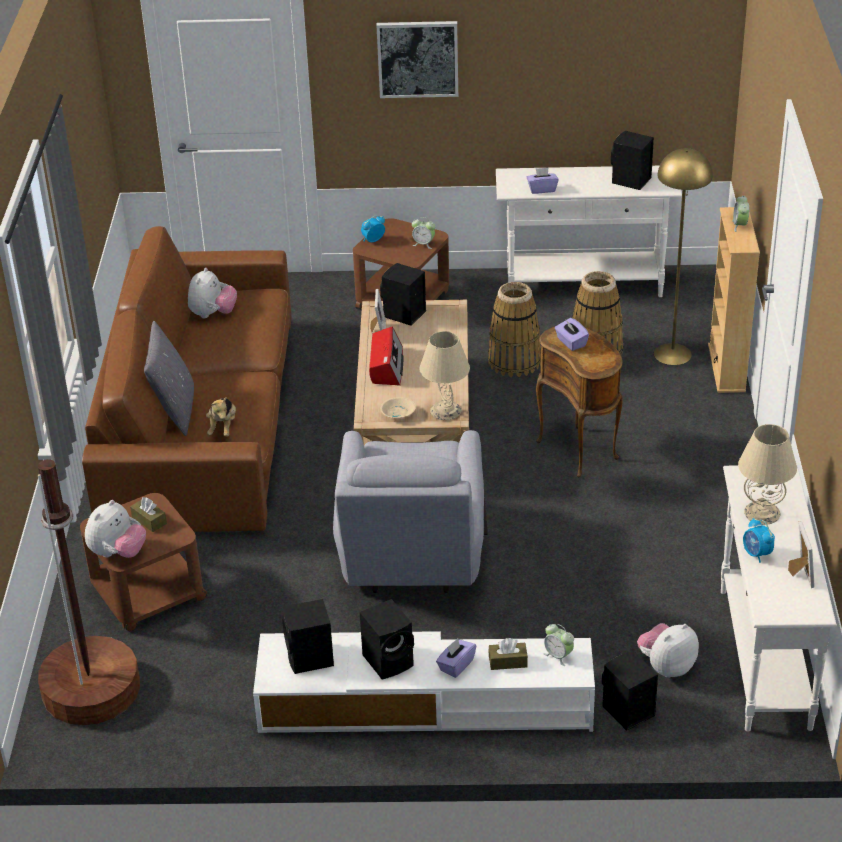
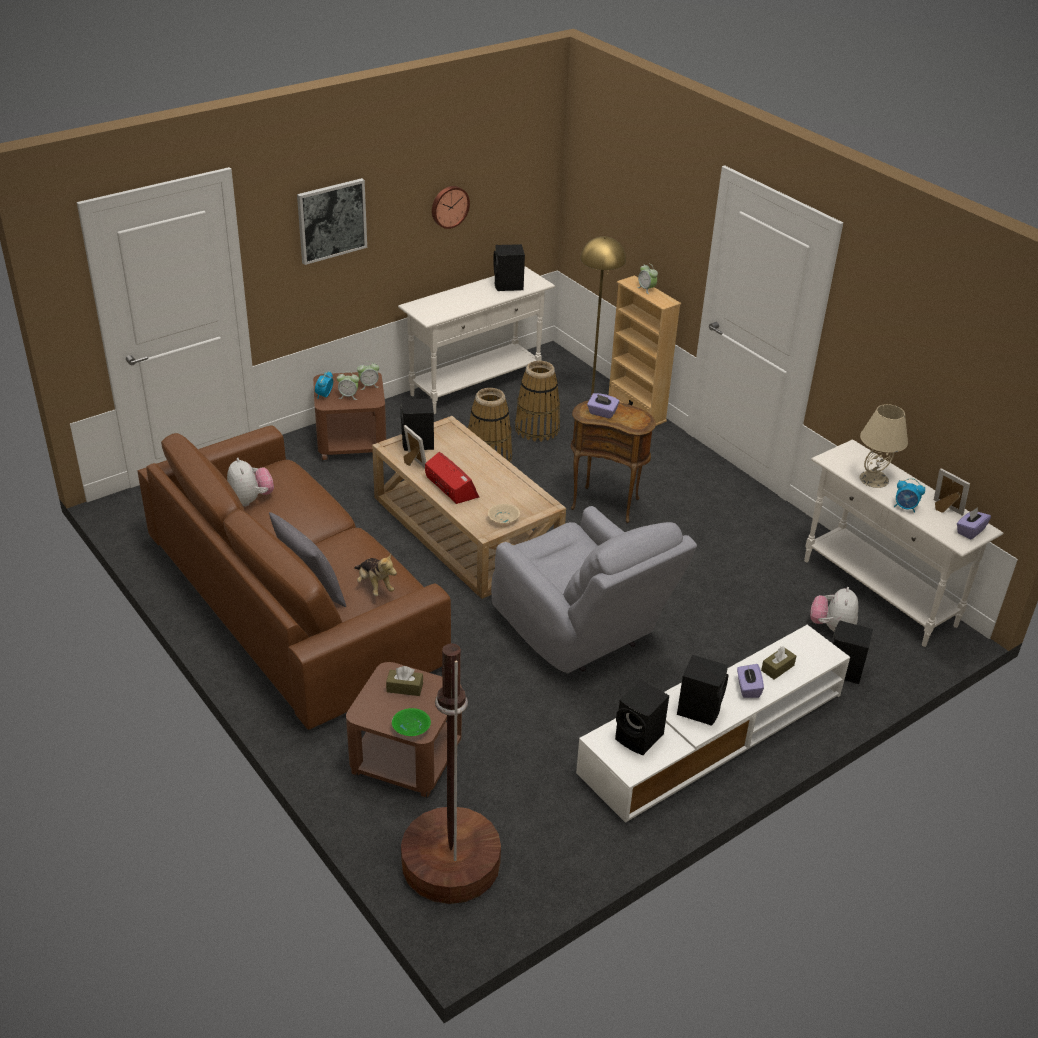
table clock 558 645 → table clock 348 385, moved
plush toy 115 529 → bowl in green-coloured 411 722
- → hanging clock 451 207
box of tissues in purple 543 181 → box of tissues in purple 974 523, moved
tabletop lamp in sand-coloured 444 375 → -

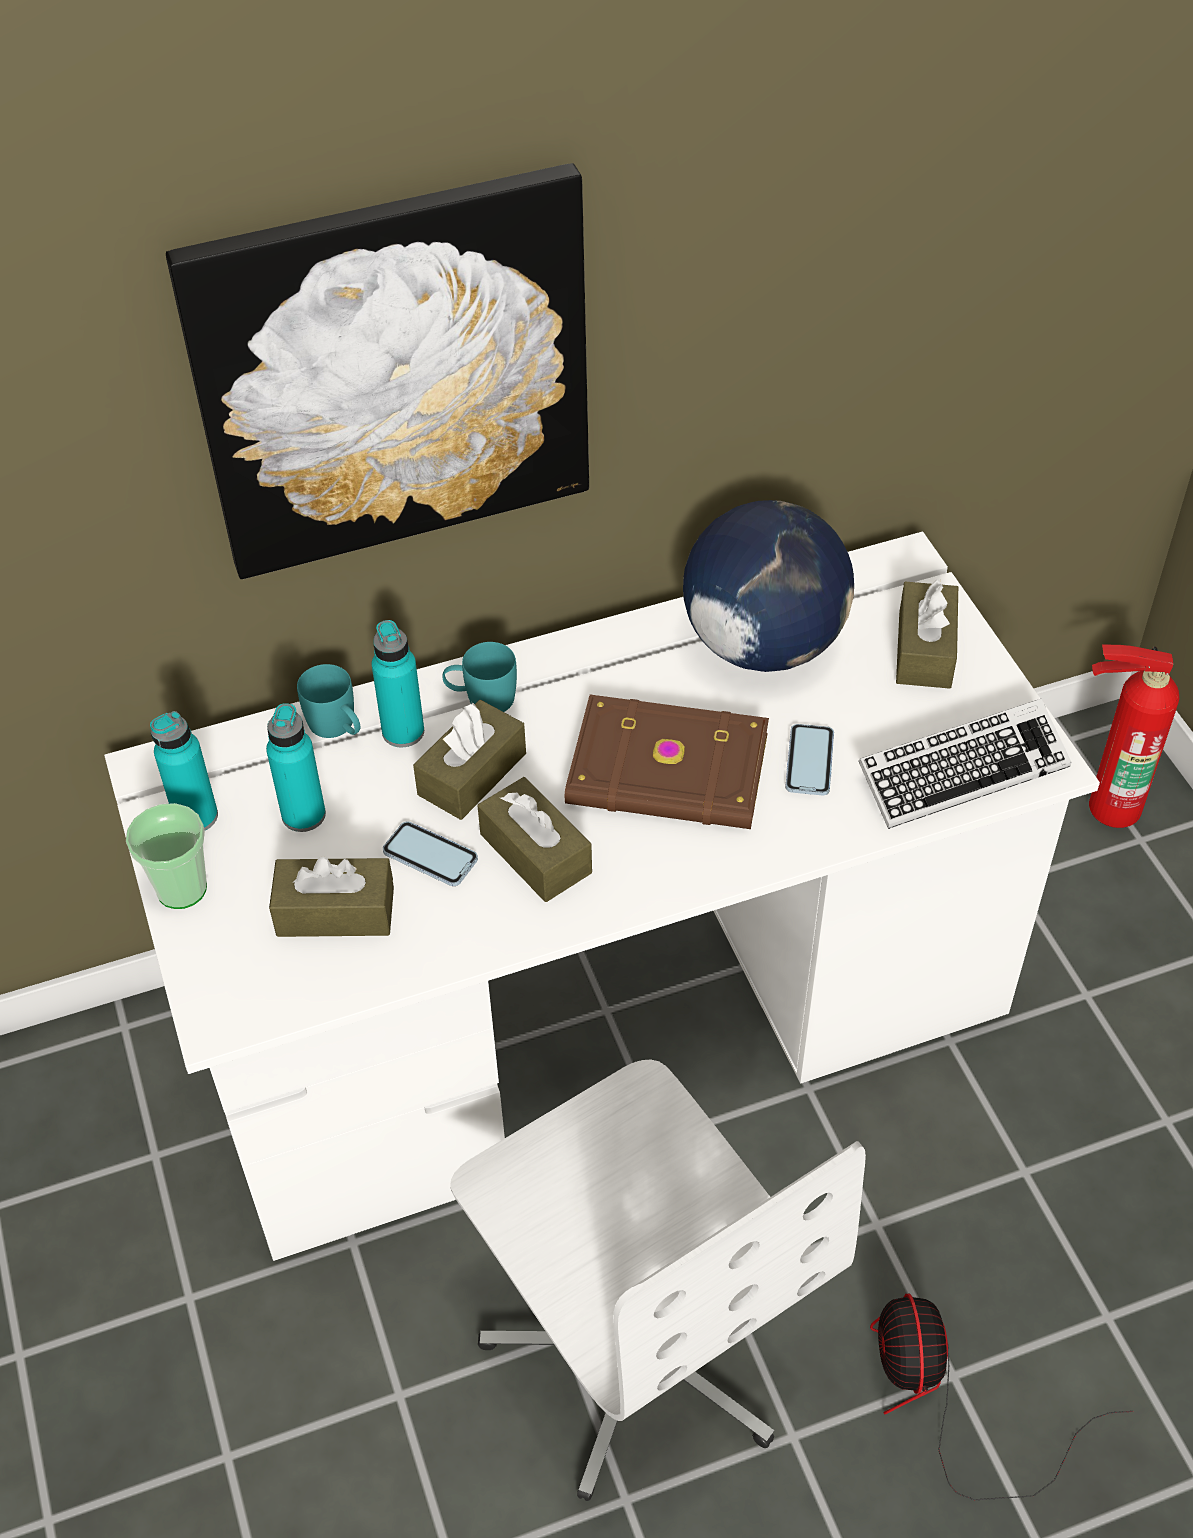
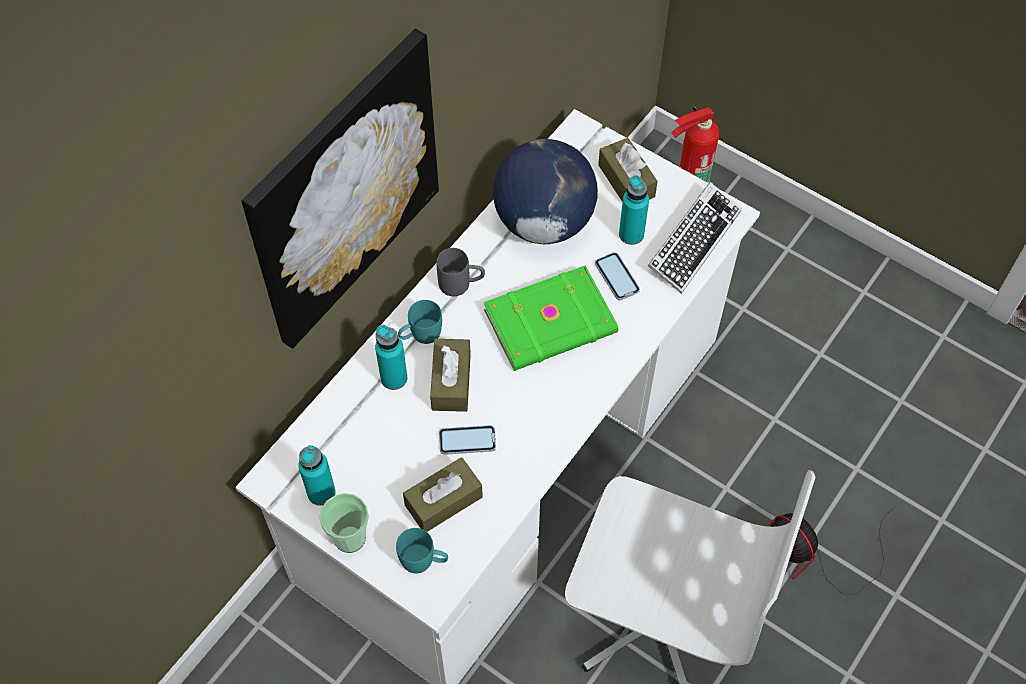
mug in blue-green 328 701 → mug in blue-green 422 550, moved
- → mug in greyish 461 272
volume in brownish 667 762 → volume in green-coloured 551 318
drink bottle in blue-green 296 767 → drink bottle in blue-green 634 210, moved
box of tissues in brownish 535 839 → -

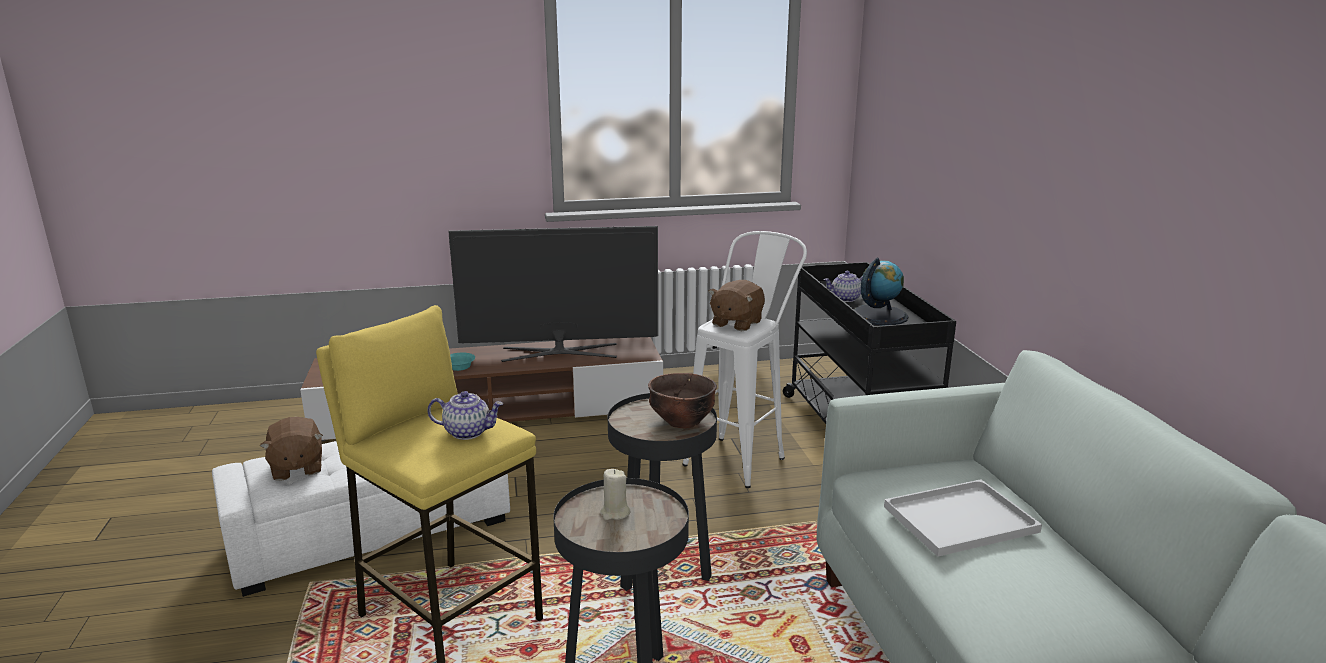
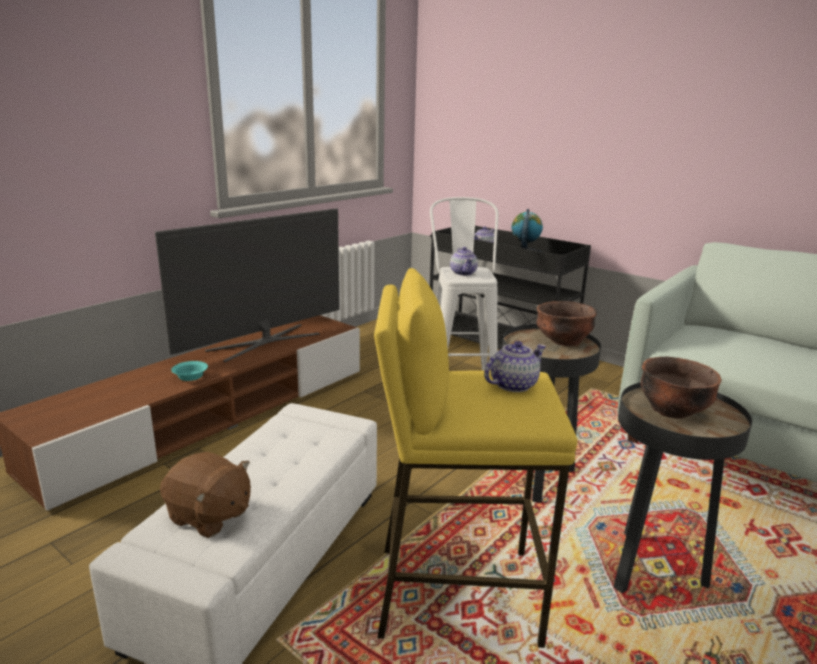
plush toy in brownish 736 305 → teapot 464 261
candle in sand-coloured 615 494 → bowl in brownish 681 388
serving tray in white-coloured 963 518 → -

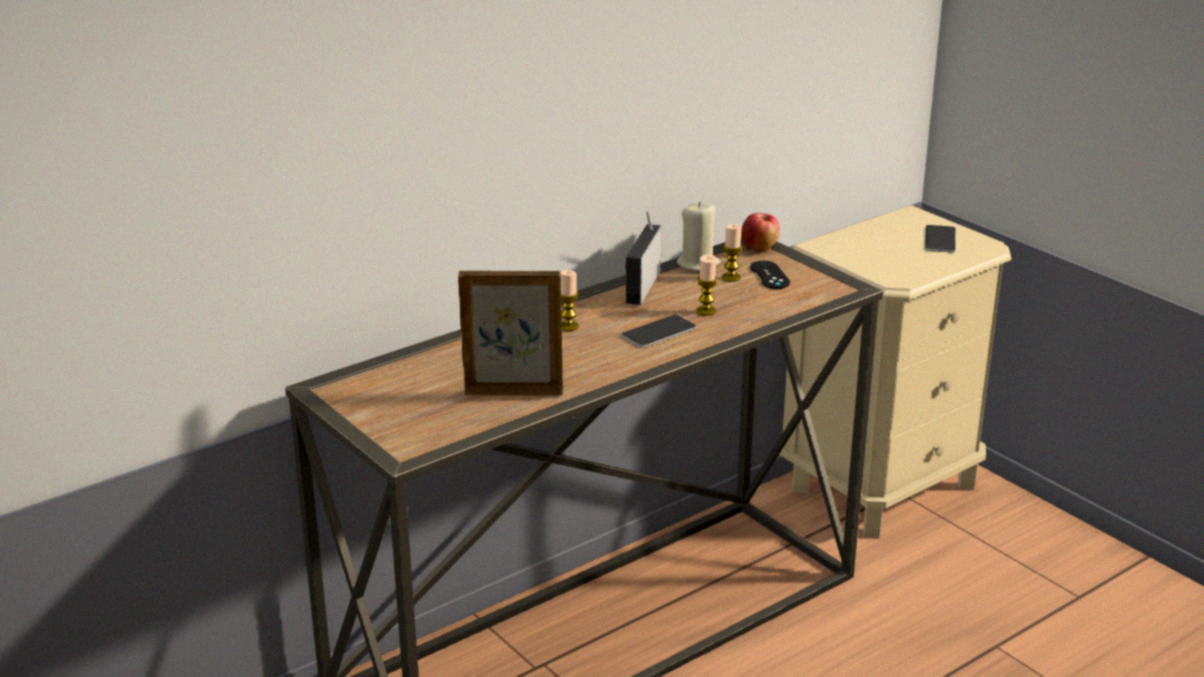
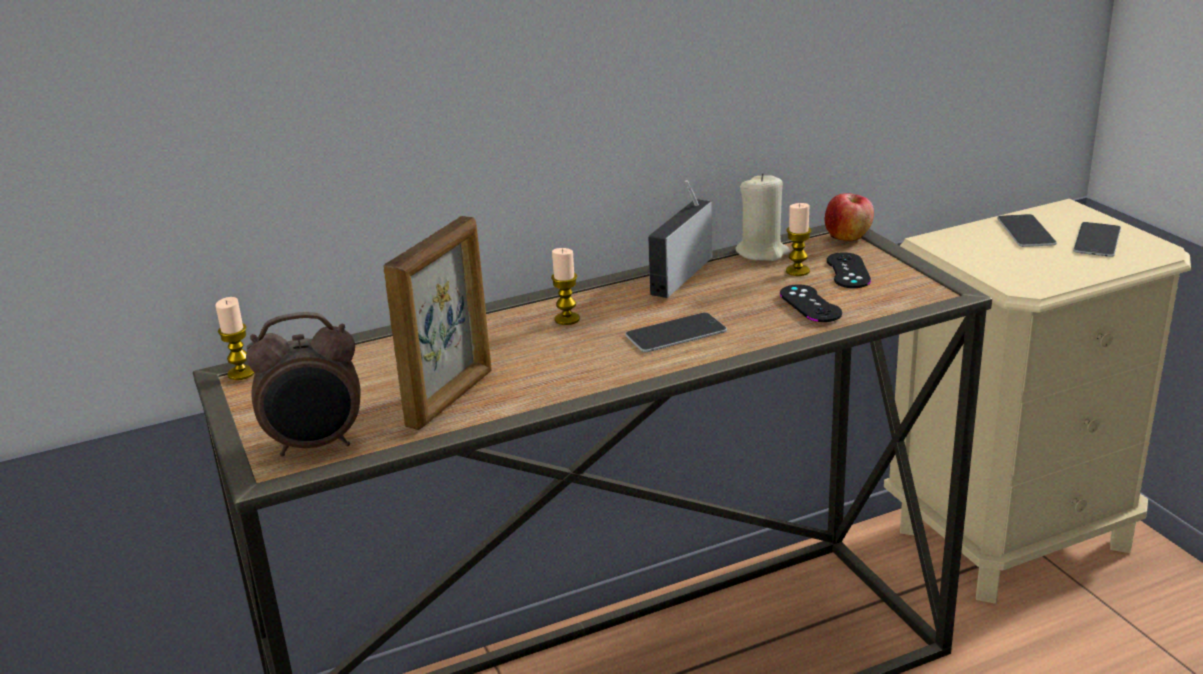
candle 706 285 → candle 234 338, moved
- → table clock 303 384
standing frame 510 333 → standing frame 438 323, 105 degrees clockwise
- → gamepad in black-coloured 811 303
- → phone 1027 230

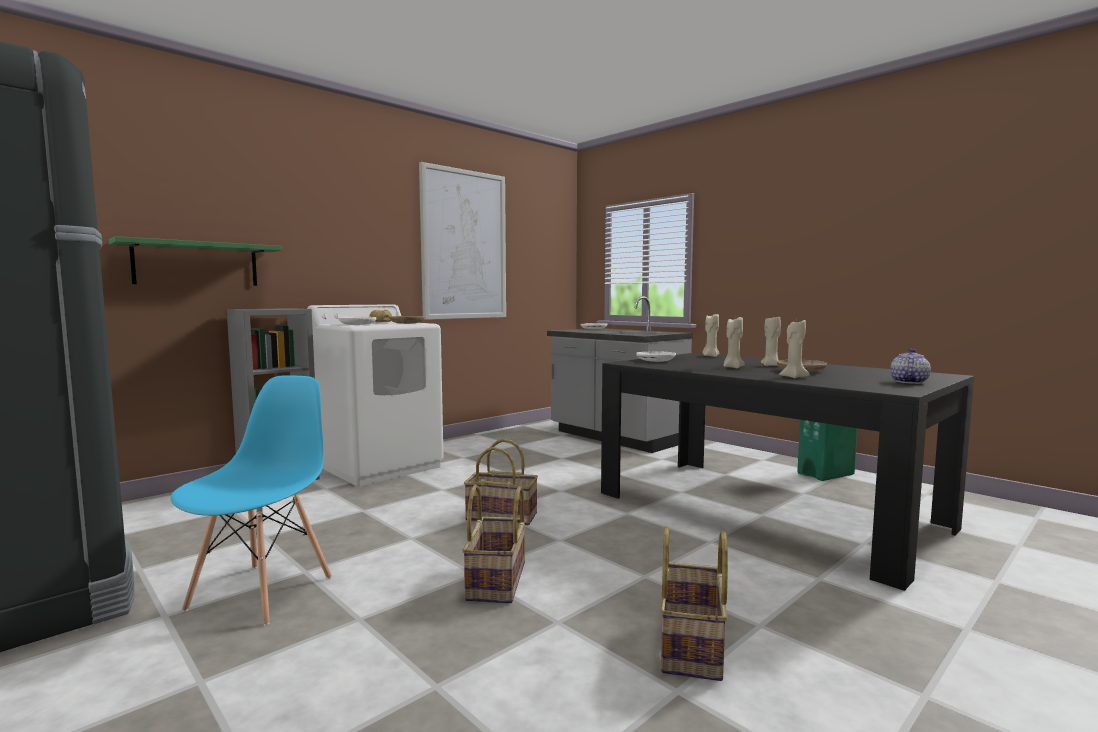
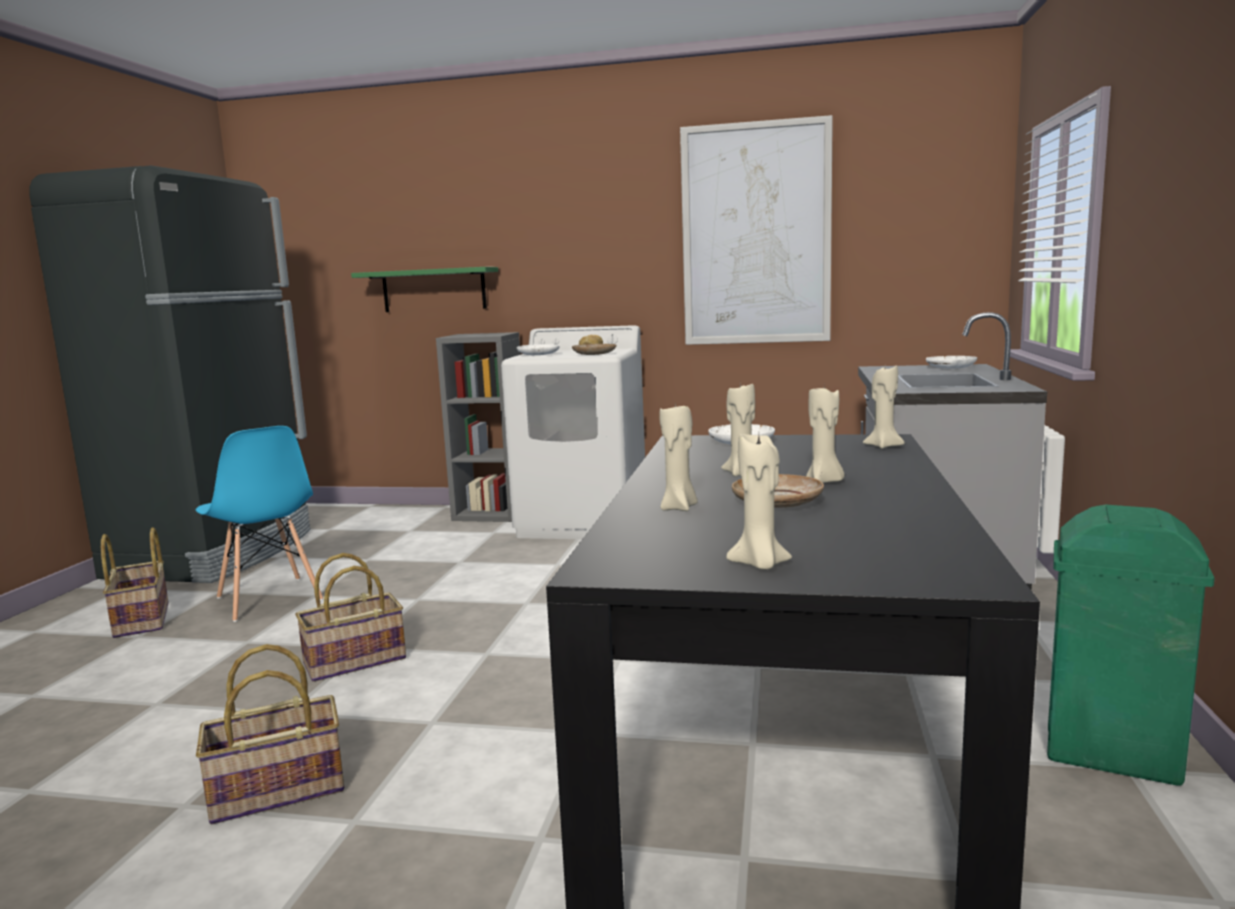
household basket 501 482 → household basket 135 582, moved
plain chair in blue-coloured 251 500 → plain chair in blue-coloured 259 524, 75 degrees clockwise
teapot 910 366 → candle in sand-coloured 759 502

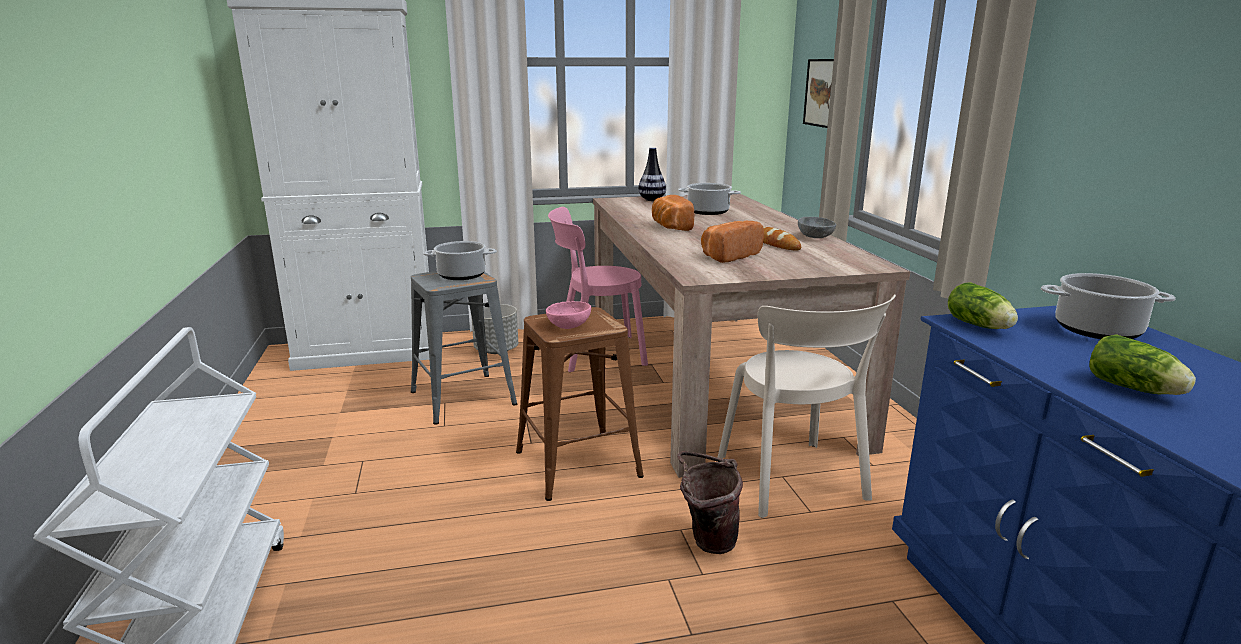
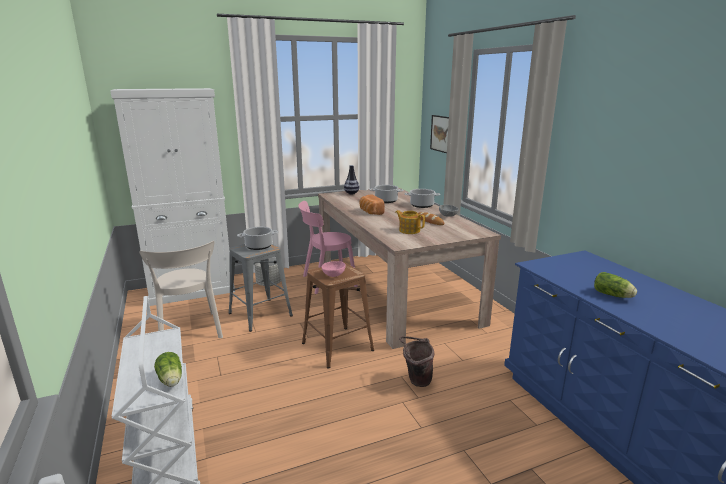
plain chair in sand-coloured 806 406 → plain chair in sand-coloured 181 289, moved
lettuce 983 305 → lettuce 168 369, moved
bread 732 242 → teapot 410 222
cooking pot 1108 306 → cooking pot 423 198, moved

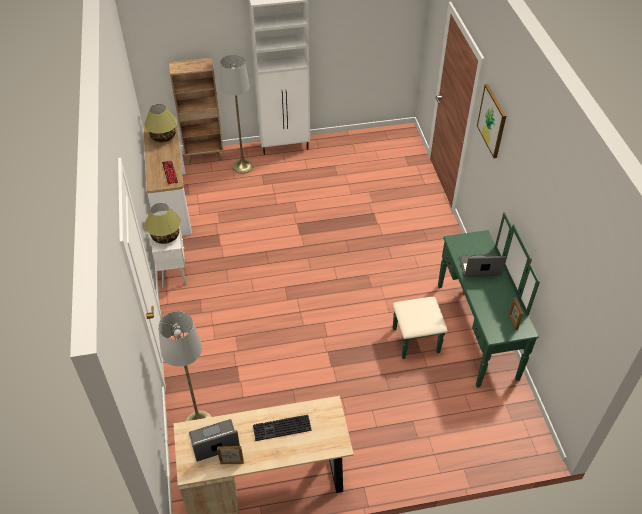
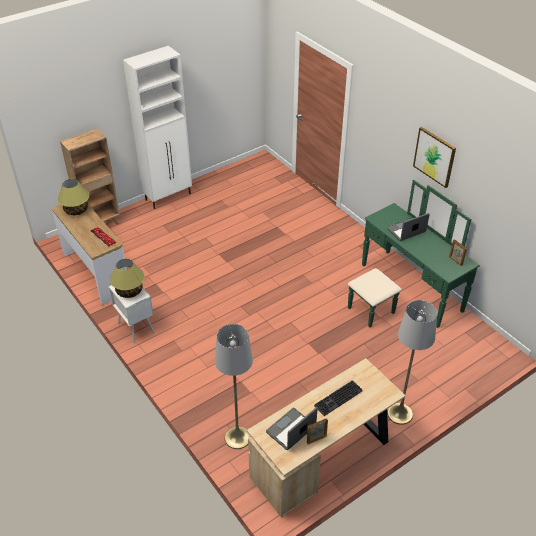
standard lamp in greyish 237 114 → standard lamp in greyish 412 362, moved
wall picture 491 121 → wall picture 434 157, moved

